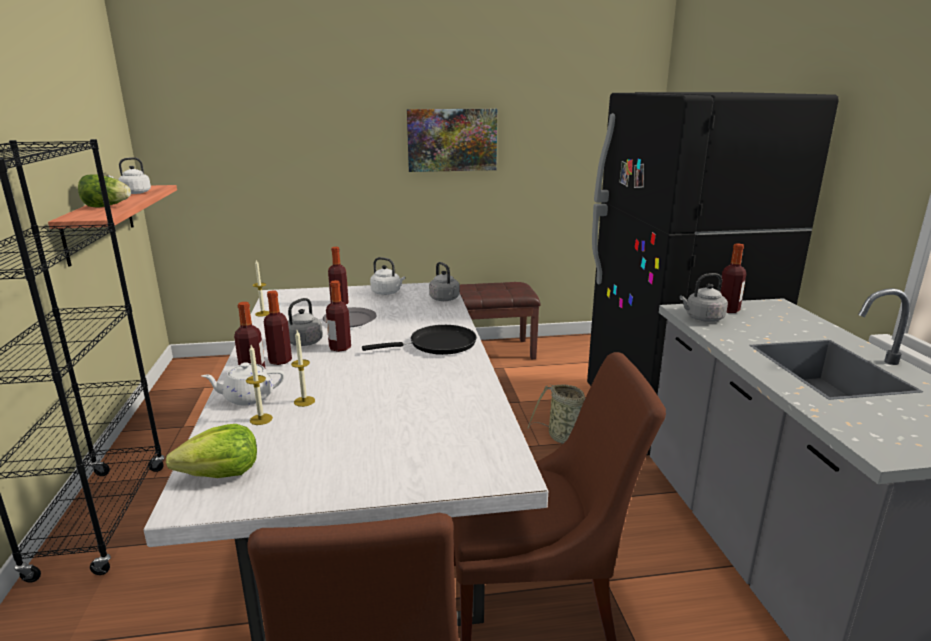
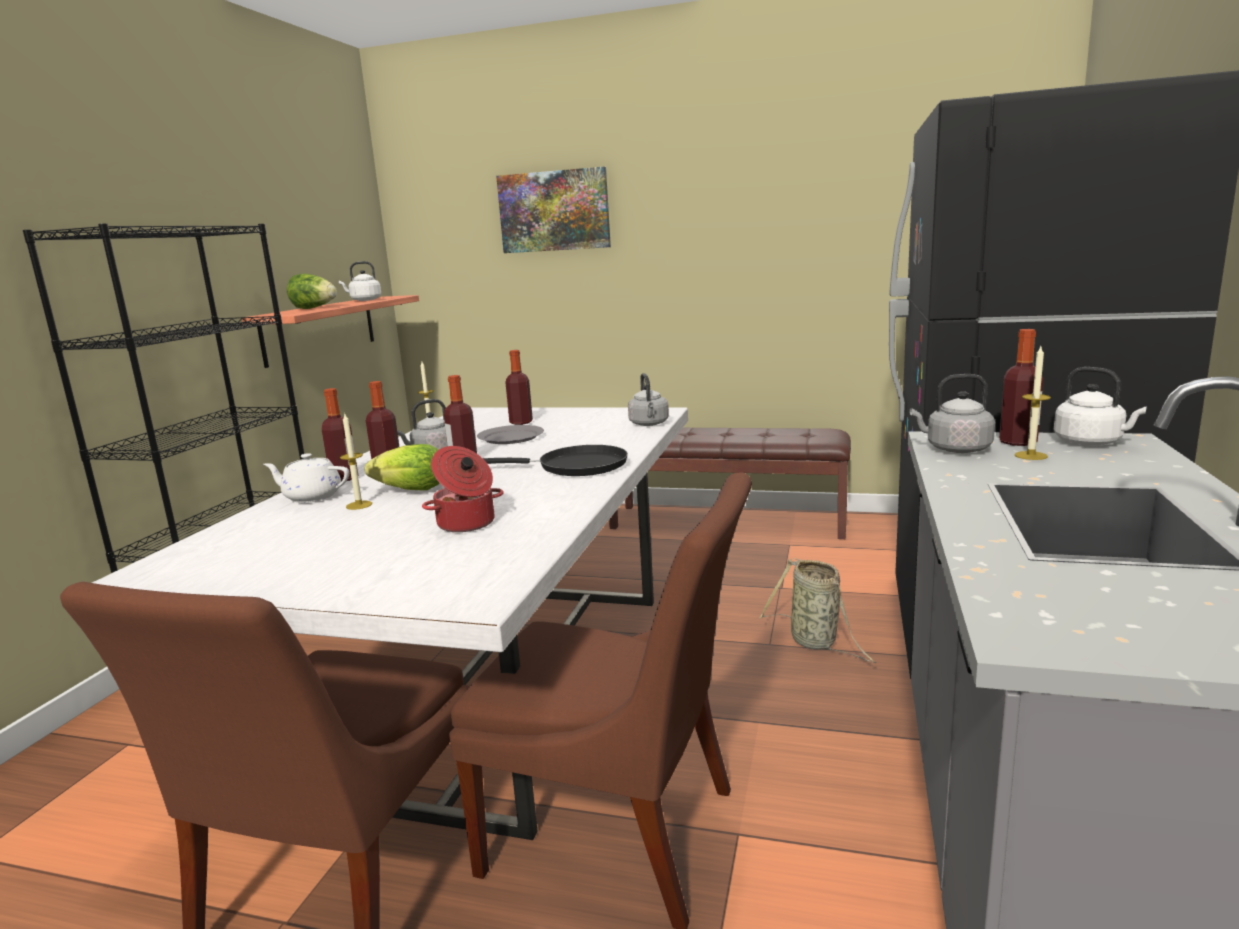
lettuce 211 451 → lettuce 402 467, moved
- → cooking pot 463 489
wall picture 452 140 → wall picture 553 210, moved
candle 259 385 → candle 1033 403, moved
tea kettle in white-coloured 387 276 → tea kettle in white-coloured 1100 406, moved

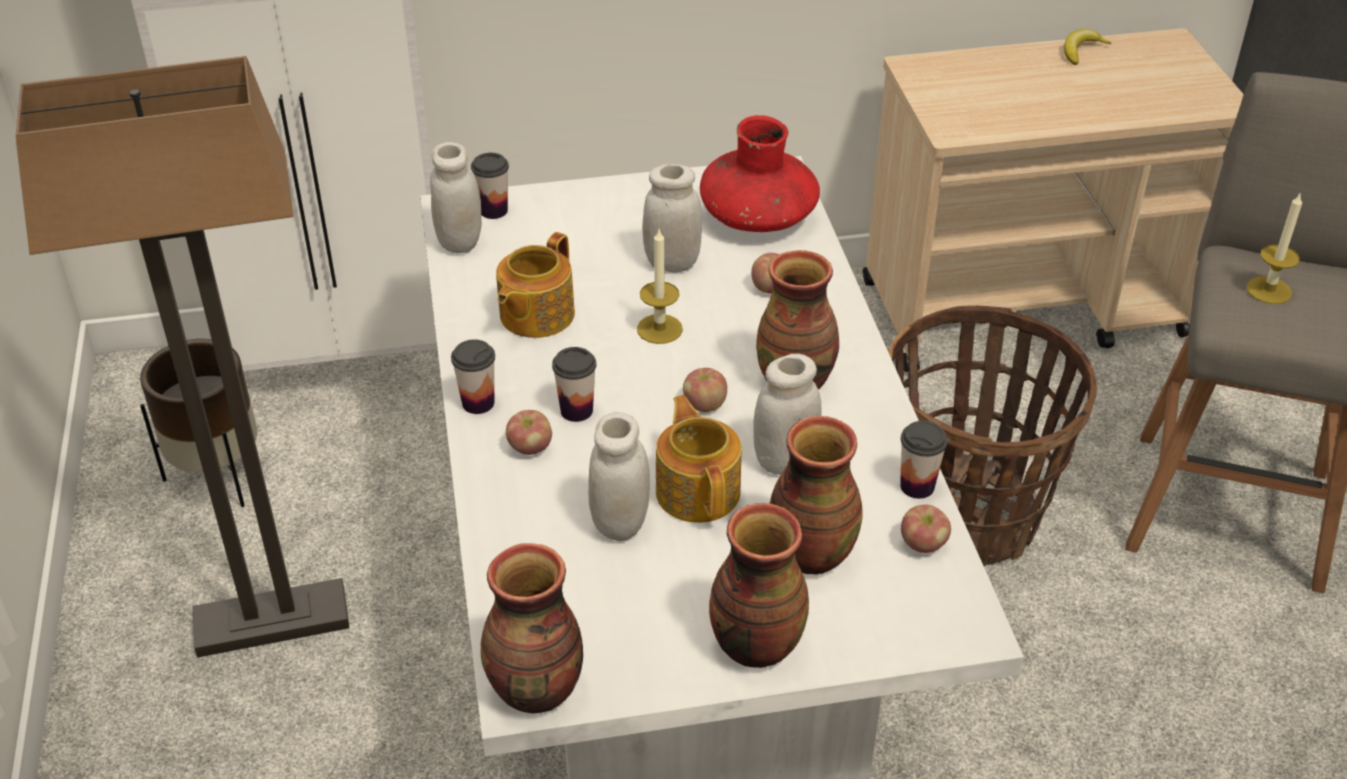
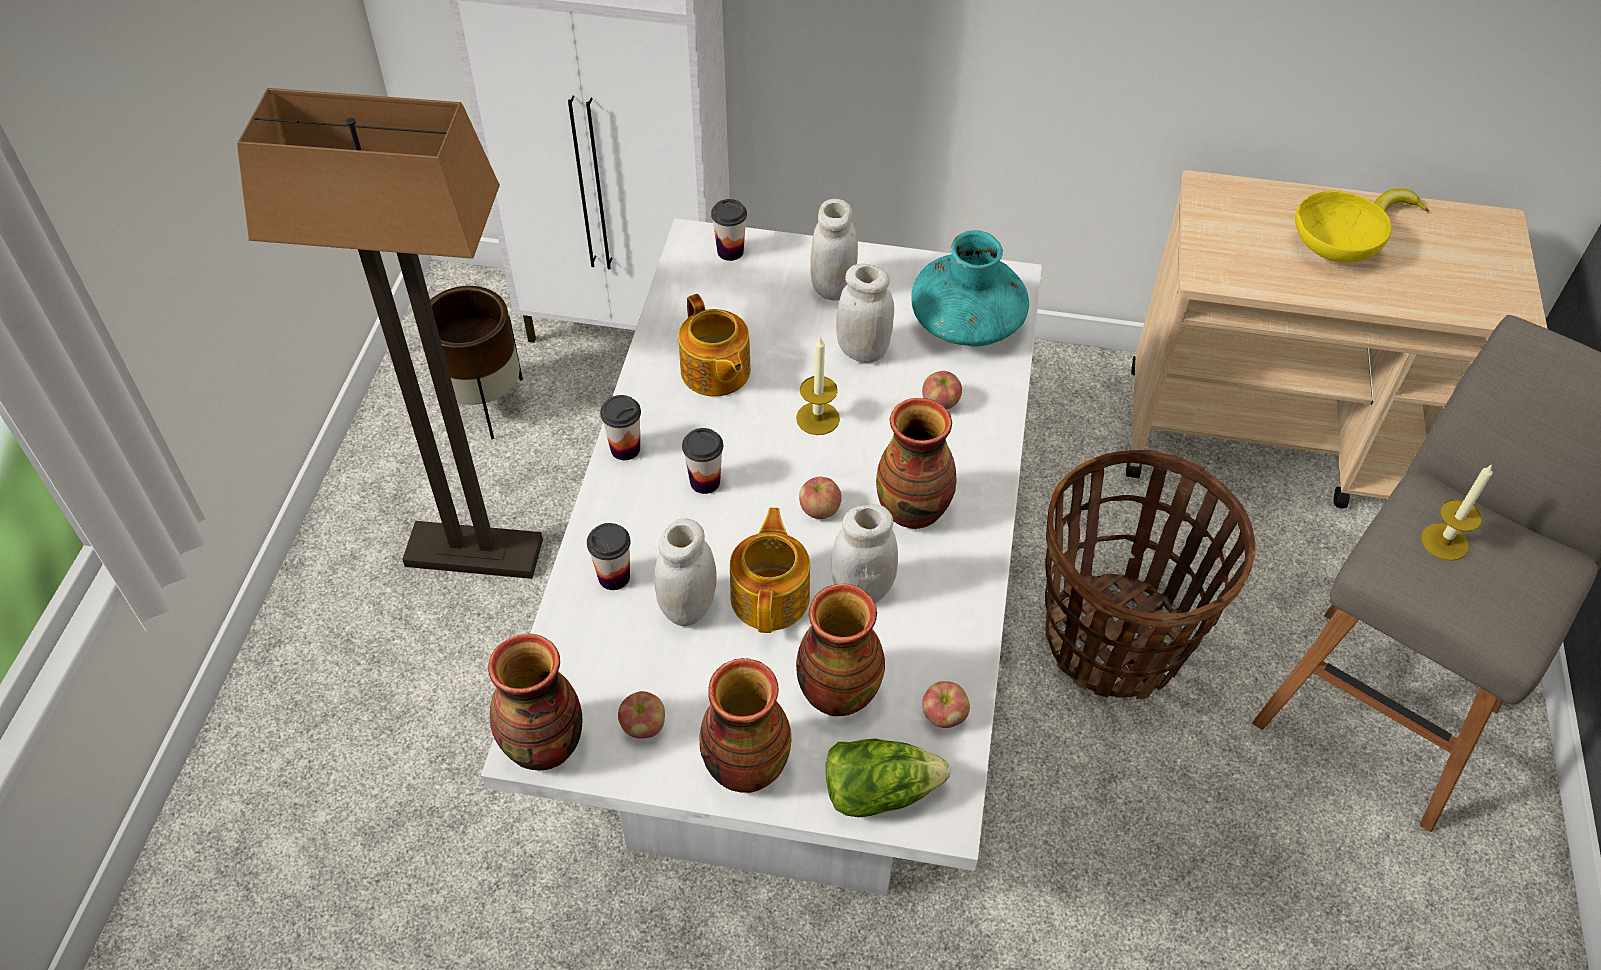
cup 924 460 → cup 609 556, moved
whole apple 529 432 → whole apple 641 715, moved
teapot 535 285 → teapot 714 345, 75 degrees counterclockwise
storage jar in white-coloured 456 197 → storage jar in white-coloured 834 250, moved
- → lettuce 888 777
decorative vase in reddish 760 173 → decorative vase in blue-green 970 288
- → bowl in yellowish 1343 227

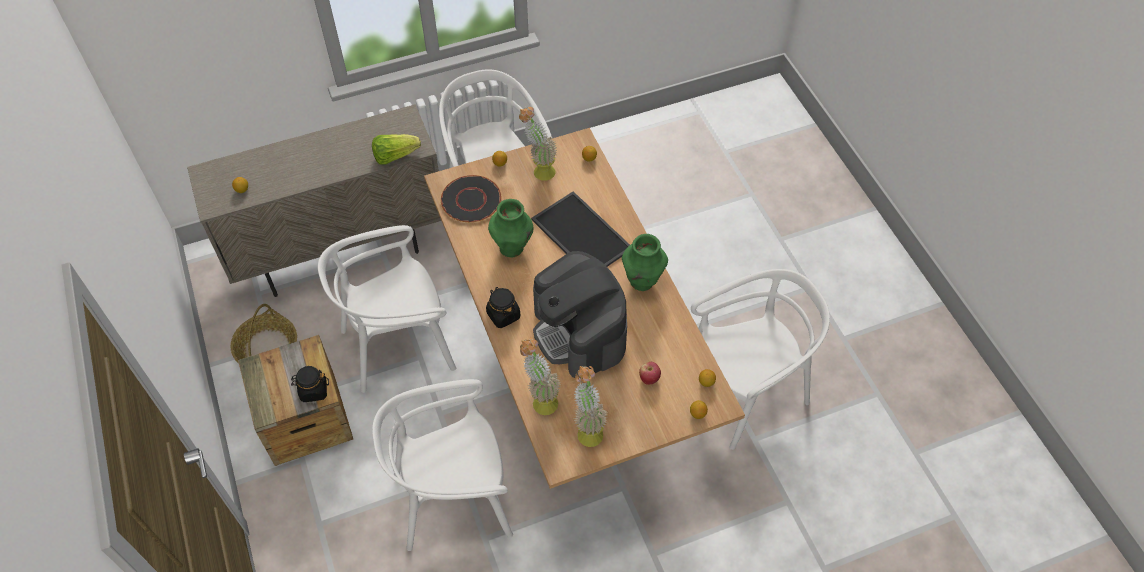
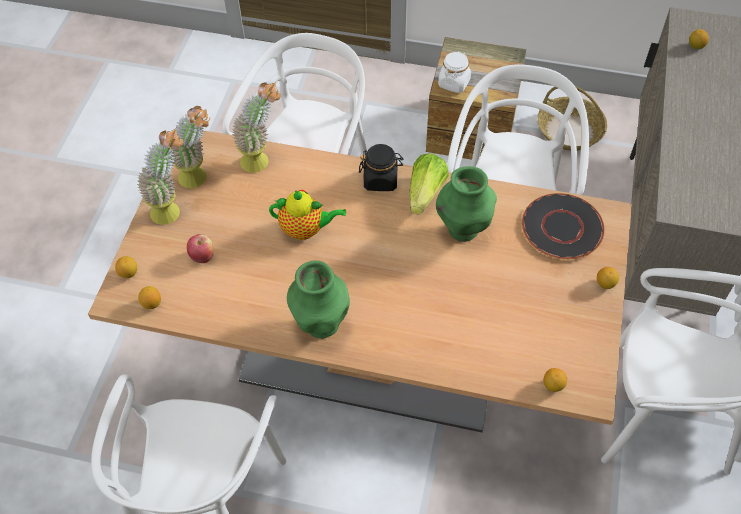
potted plant 538 144 → potted plant 160 177, moved
coffee maker 580 315 → teapot 307 215
lettuce 396 149 → lettuce 429 184, moved
storage jar in black-coloured 310 384 → storage jar in white-coloured 454 72
serving tray 580 229 → -

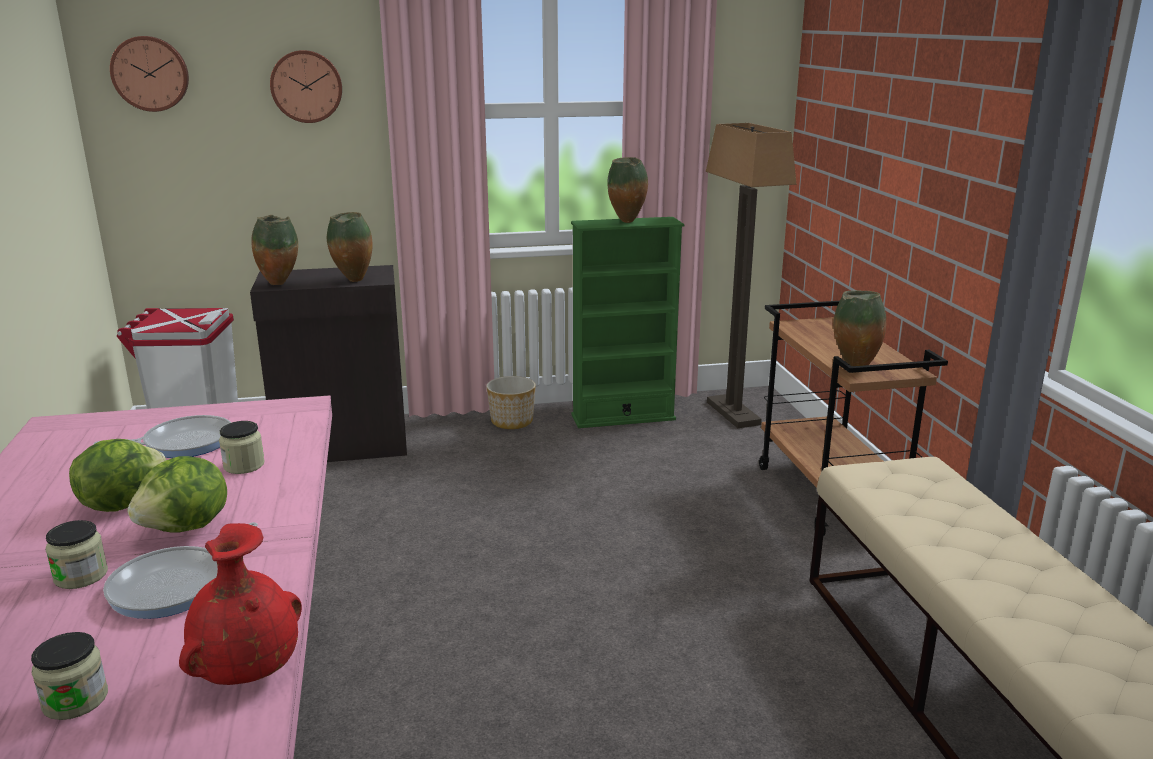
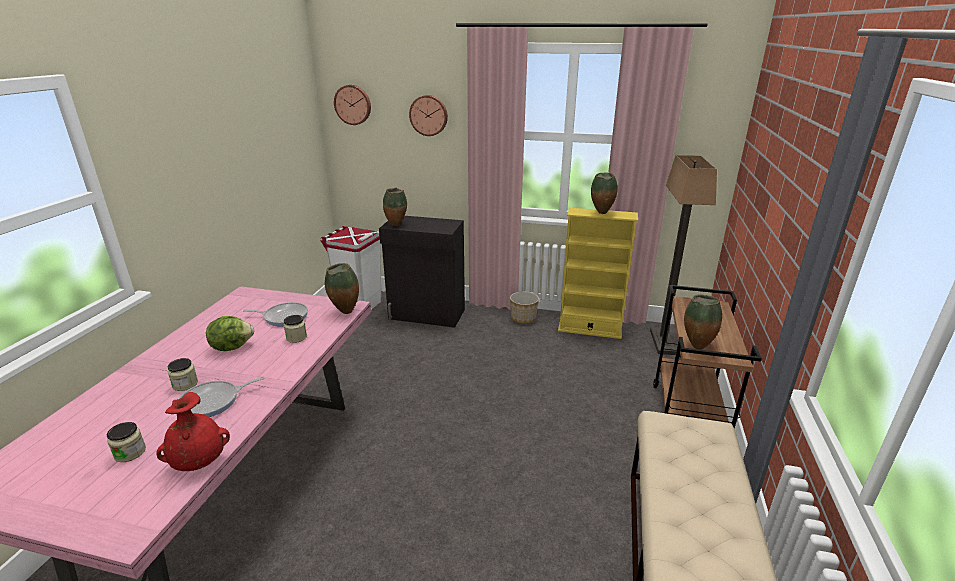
decorative vase 349 247 → decorative vase 342 288, moved
bookshelf in green-coloured 627 322 → bookshelf in yellowish 598 273
lettuce 177 494 → -

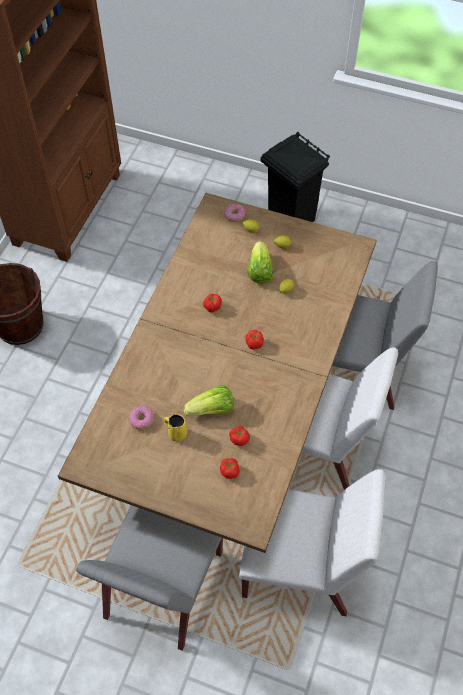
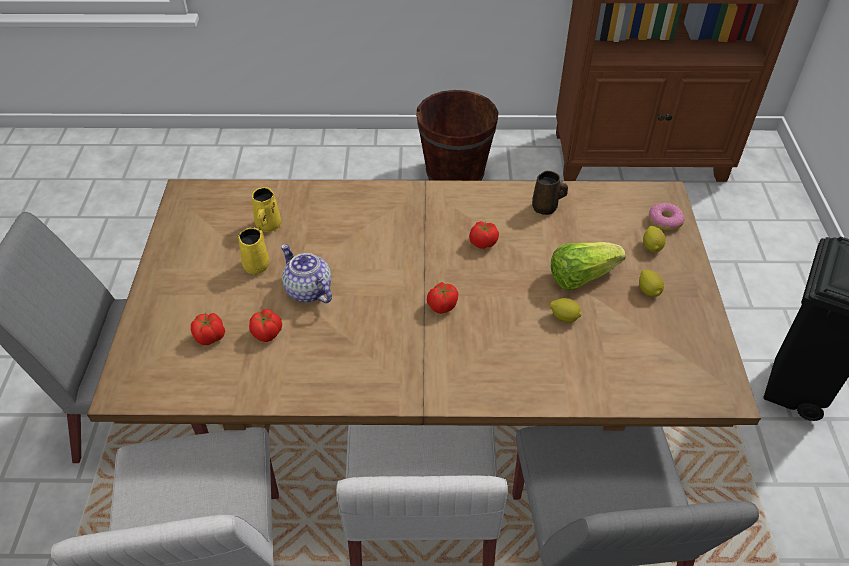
doughnut 141 418 → mug in yellowish 266 209
lettuce 209 401 → teapot 306 273
- → mug in brownish 550 193

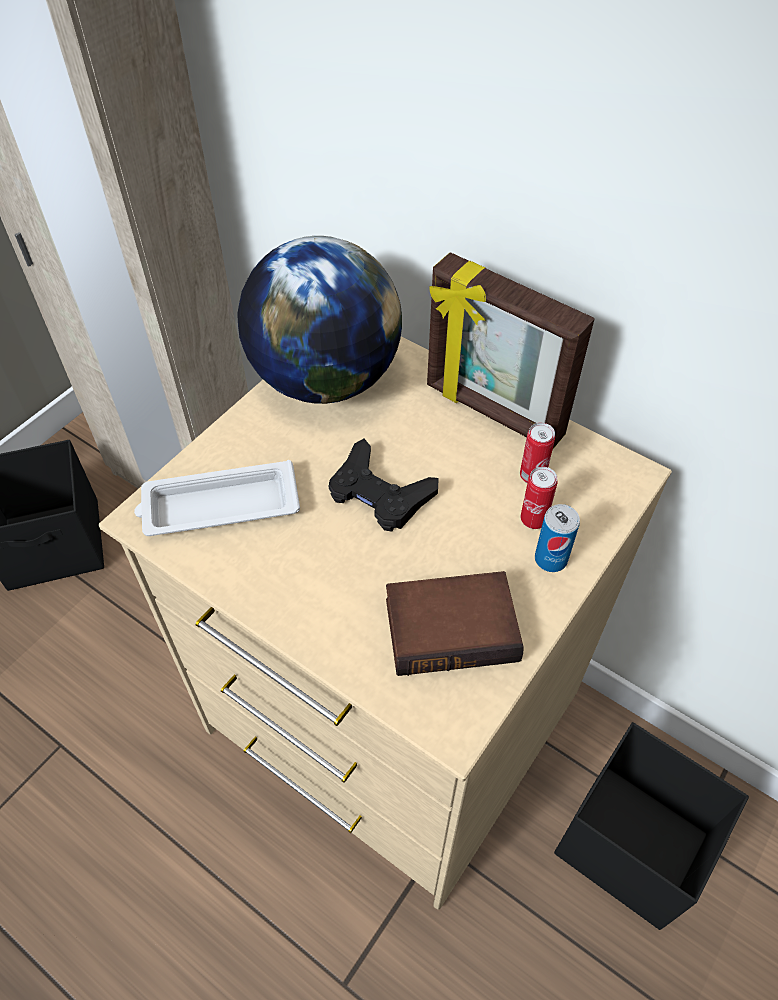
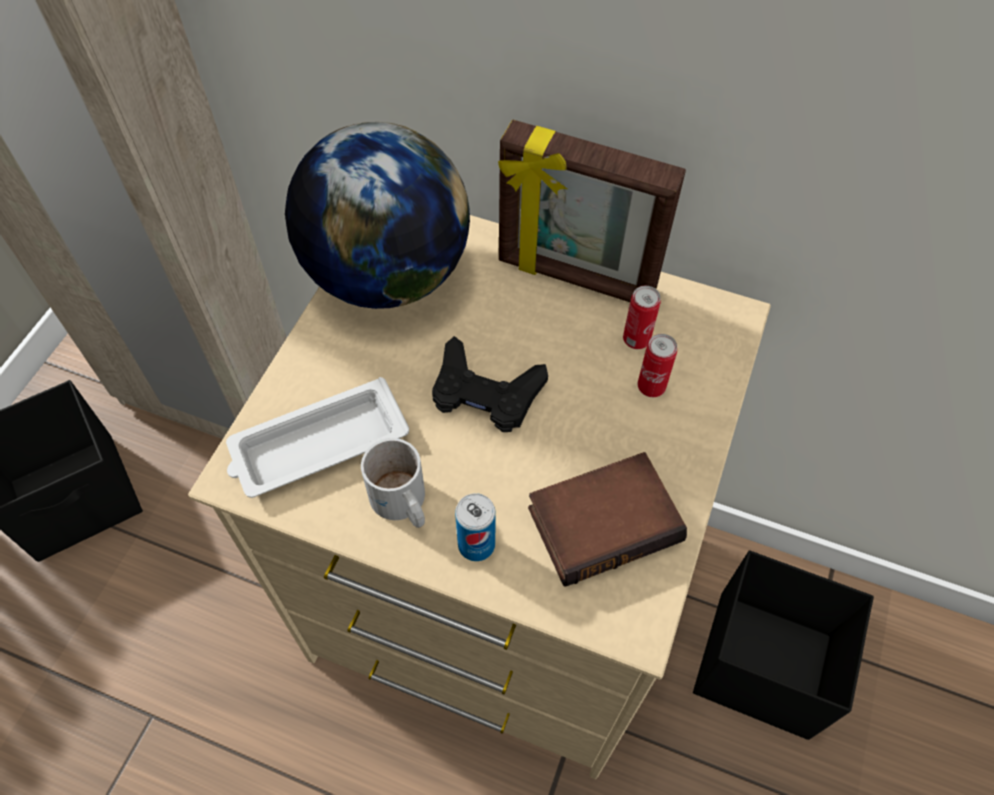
- → mug in white-coloured 393 483
can 557 538 → can 475 527, moved

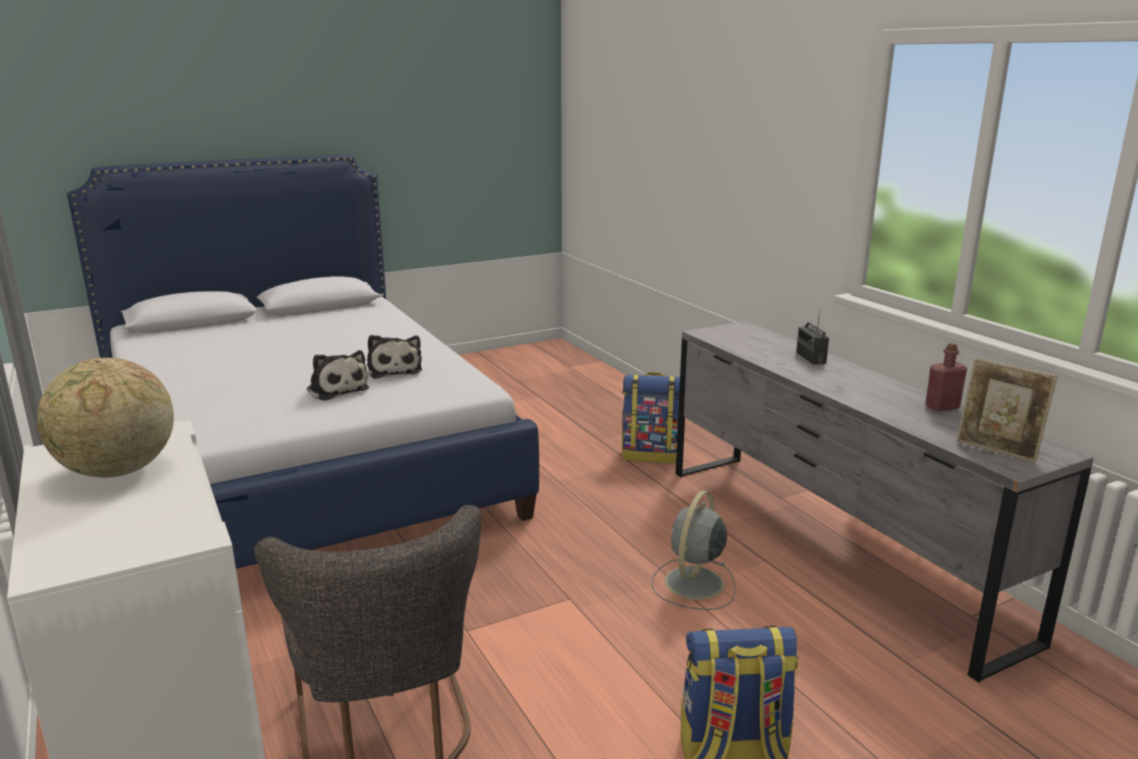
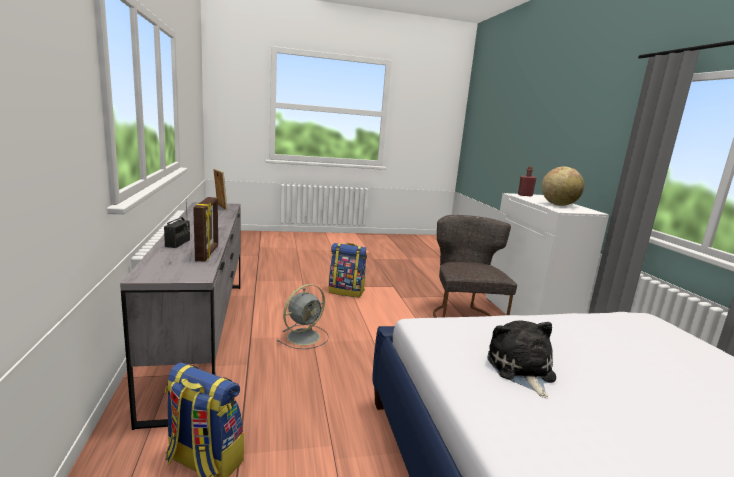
- → standing frame 205 229
drink bottle in reddish 946 377 → drink bottle in reddish 527 181, moved
plush toy 338 375 → -

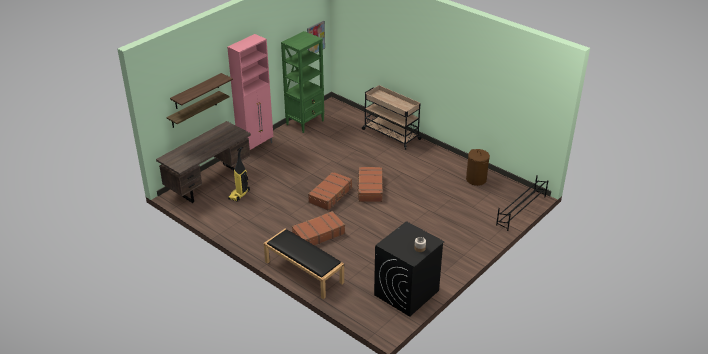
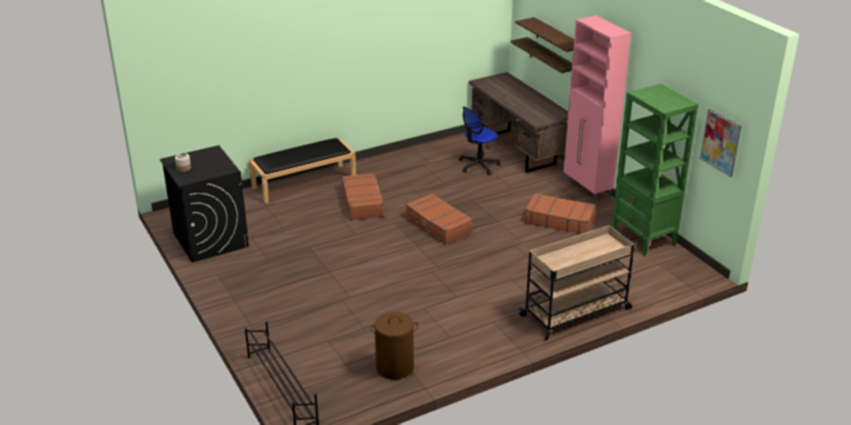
vacuum 239 174 → desk chair 479 140
travel case in brownish 369 184 → travel case in brownish 560 213, moved

